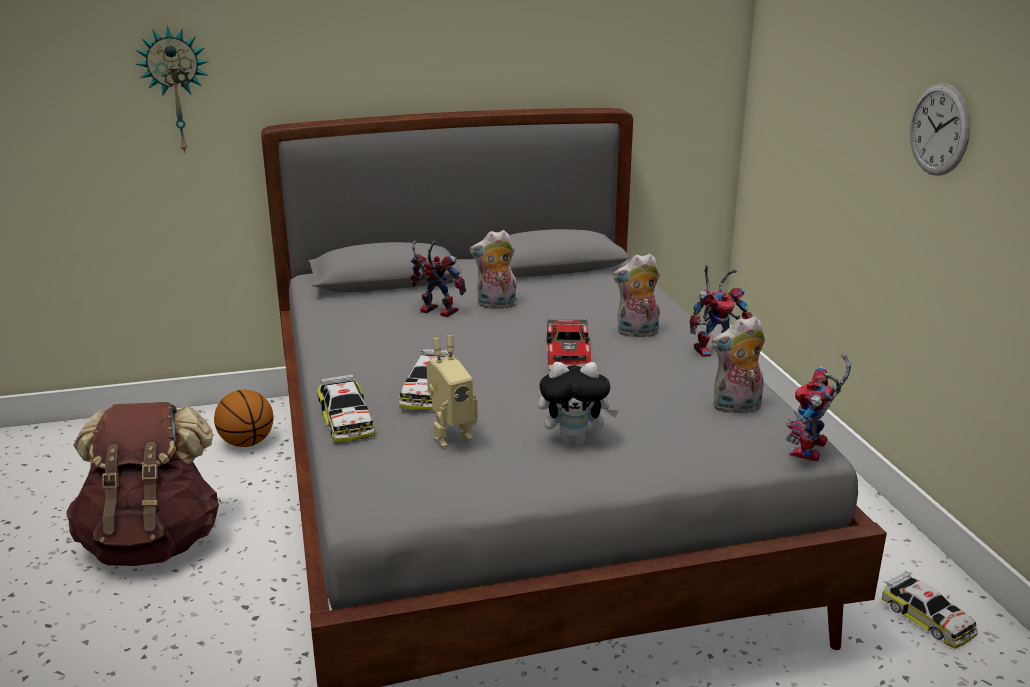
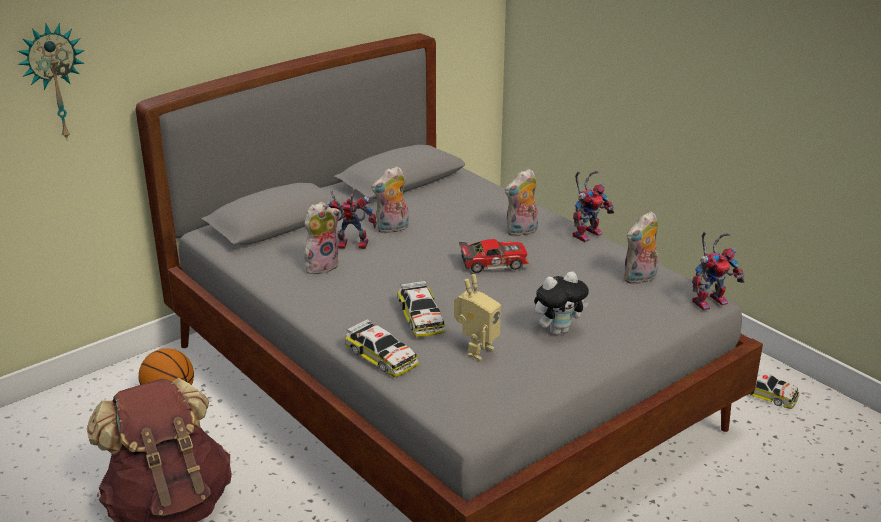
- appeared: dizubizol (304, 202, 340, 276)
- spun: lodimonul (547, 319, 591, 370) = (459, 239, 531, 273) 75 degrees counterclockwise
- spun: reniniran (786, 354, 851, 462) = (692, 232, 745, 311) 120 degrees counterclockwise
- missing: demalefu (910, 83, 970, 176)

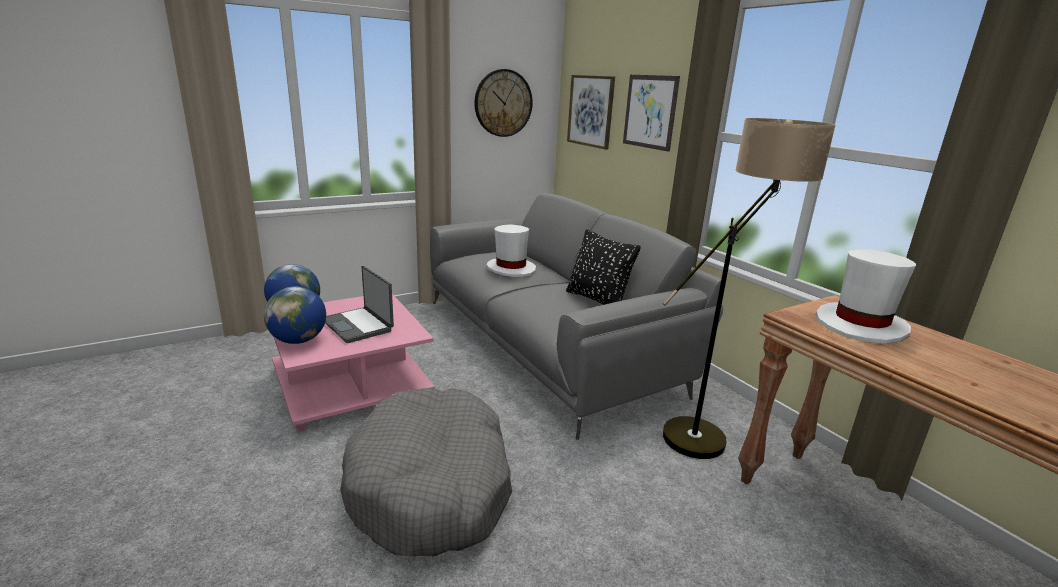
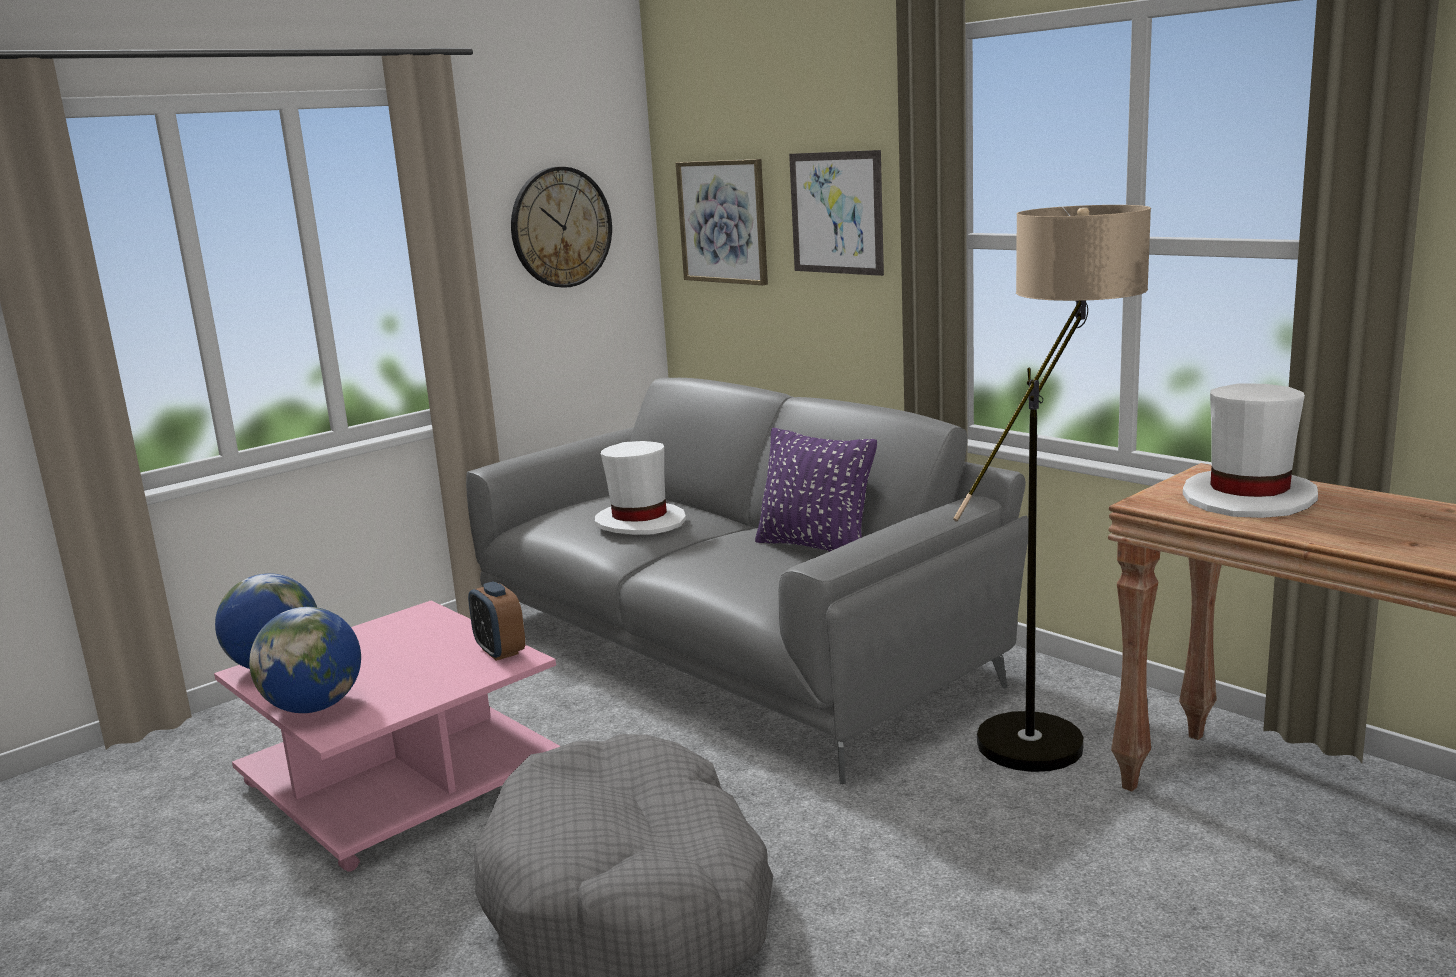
- appeared: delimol (468, 581, 525, 661)
- colour: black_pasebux (566, 229, 641, 305) to purple_pasebux (755, 428, 877, 551)
- missing: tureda (325, 266, 394, 343)

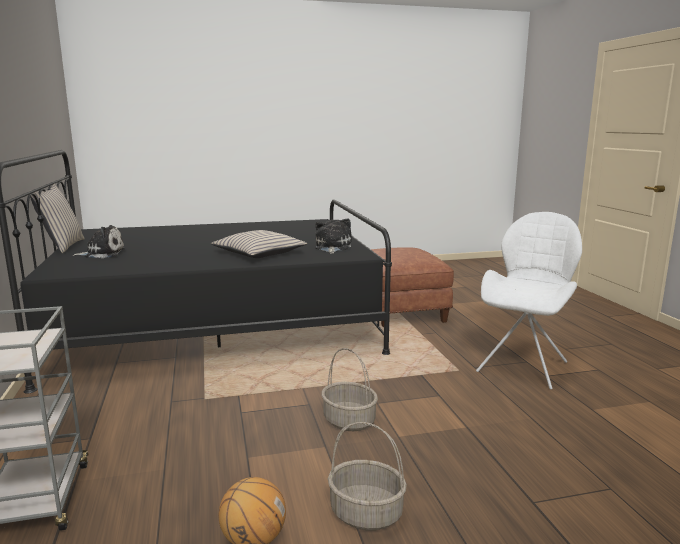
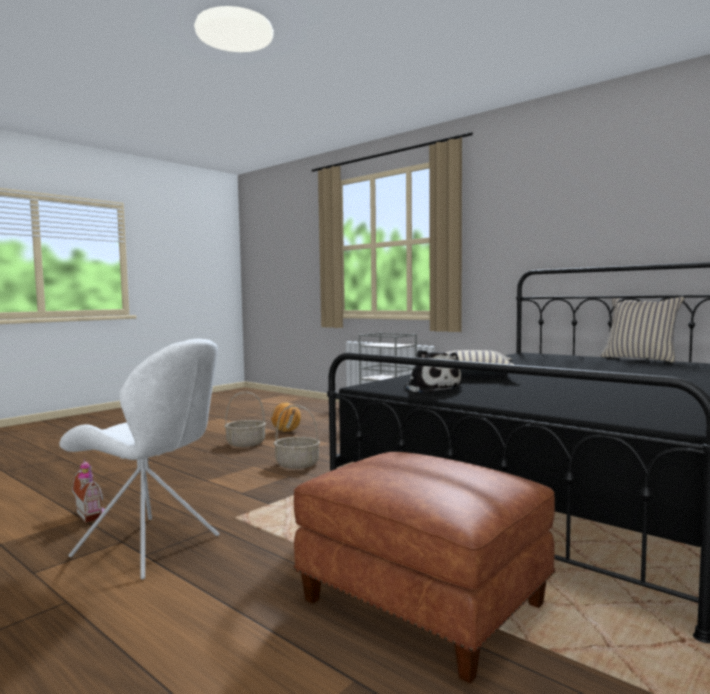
- spun: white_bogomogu (476, 212, 582, 390) = (59, 339, 219, 580) 60 degrees counterclockwise
- appeared: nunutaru (72, 458, 105, 523)
- missing: dizubizol (73, 225, 125, 258)

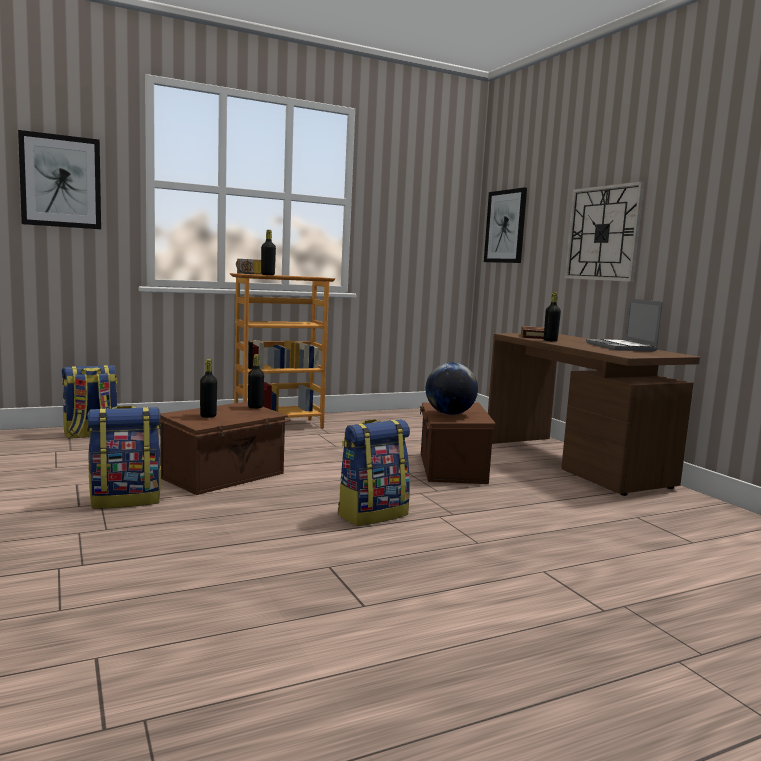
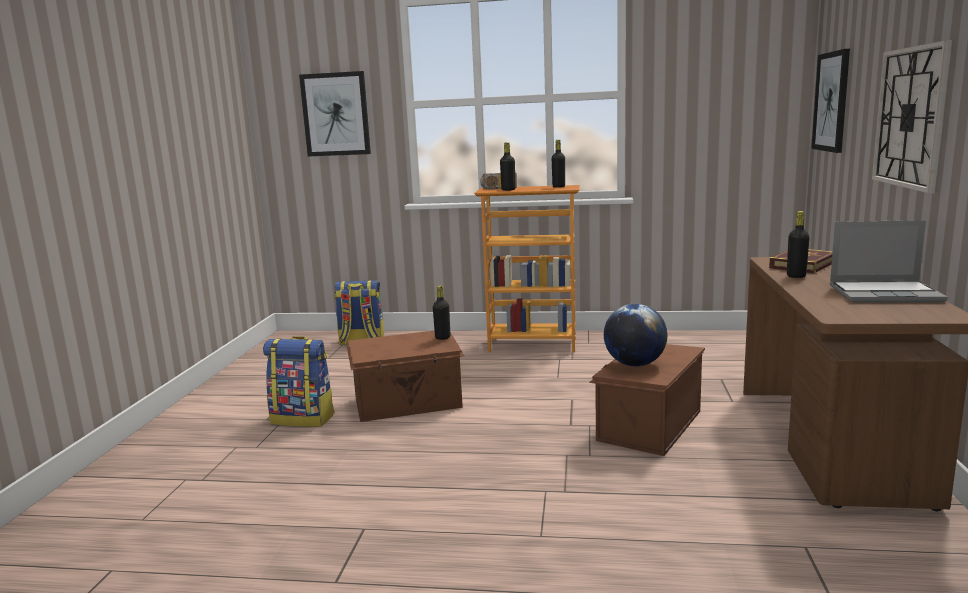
- relocated: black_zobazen (200, 359, 217, 418) to (552, 140, 565, 188)
- spun: tureda (586, 299, 663, 351) = (830, 220, 948, 303) 105 degrees counterclockwise
- missing: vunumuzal (338, 419, 410, 526)

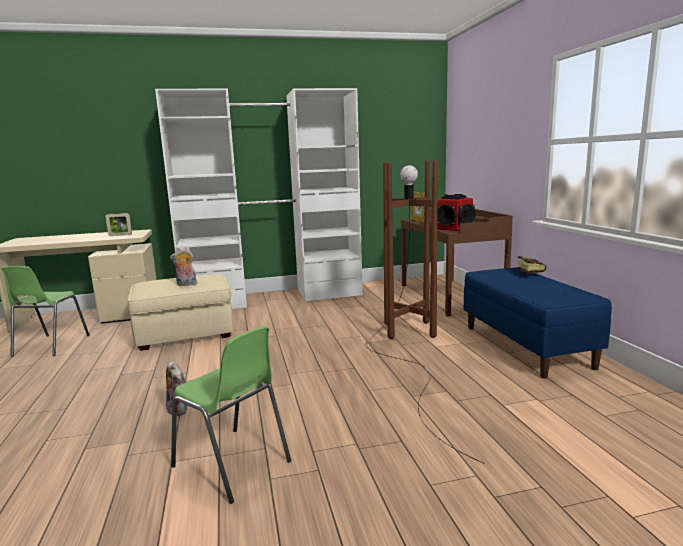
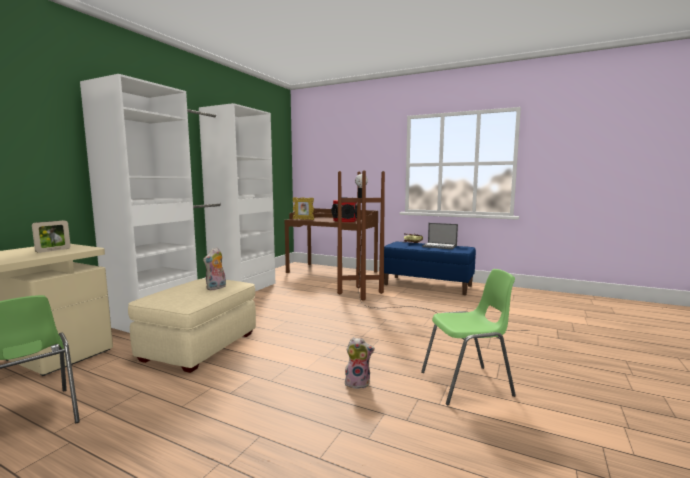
- appeared: tureda (422, 223, 458, 249)

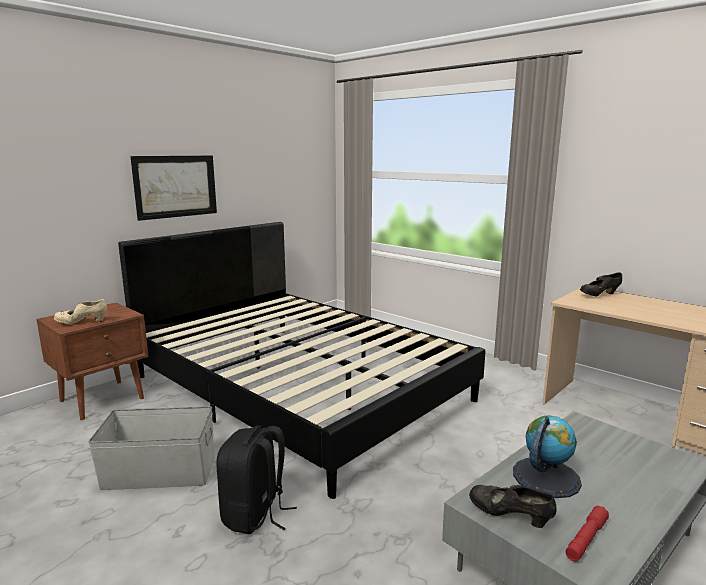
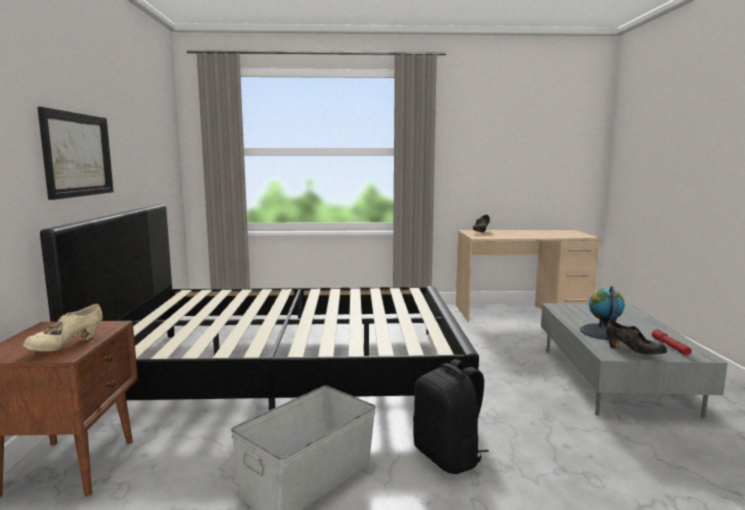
- spun: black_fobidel (469, 485, 557, 528) = (606, 320, 667, 354) 120 degrees counterclockwise

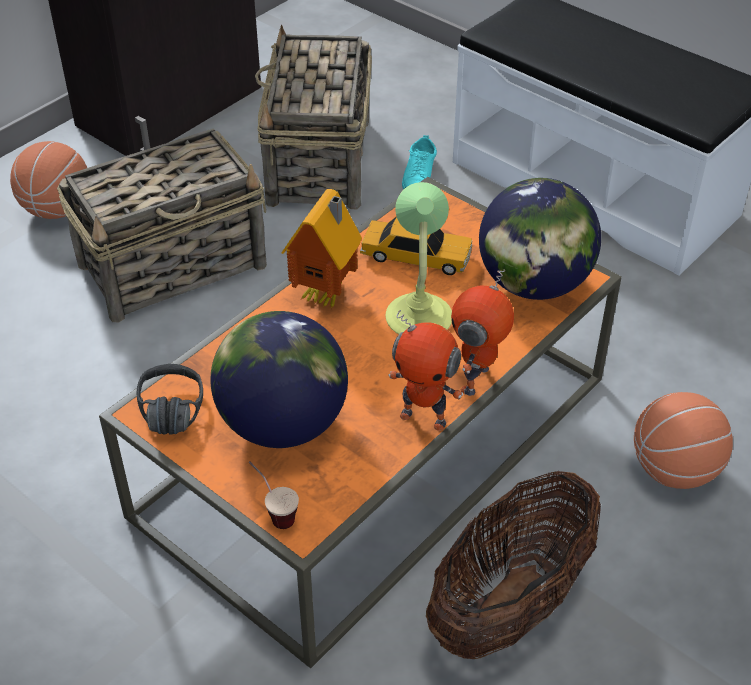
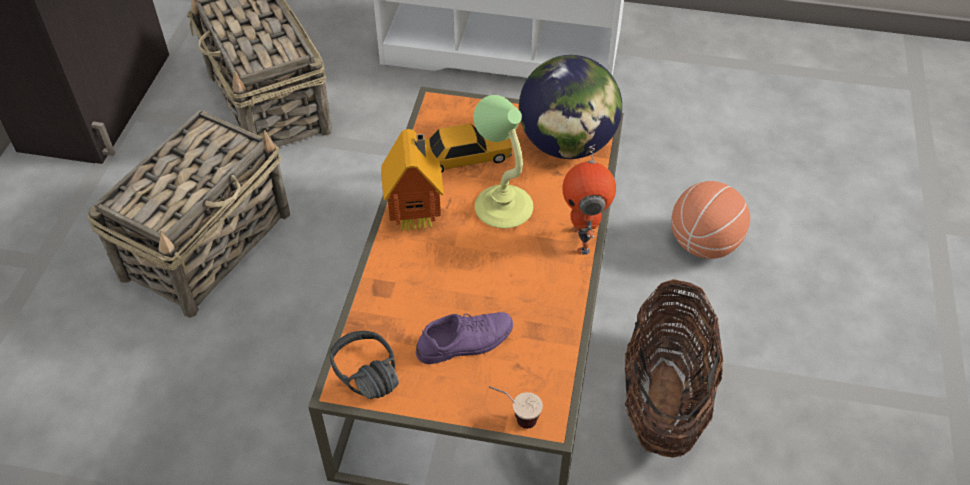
- exchanged: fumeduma (210, 311, 348, 448) to purple_fobidel (416, 312, 513, 364)
- missing: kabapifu (10, 141, 87, 219)
- missing: reniniran (388, 310, 463, 431)
- missing: turquoise_fobidel (402, 135, 437, 190)

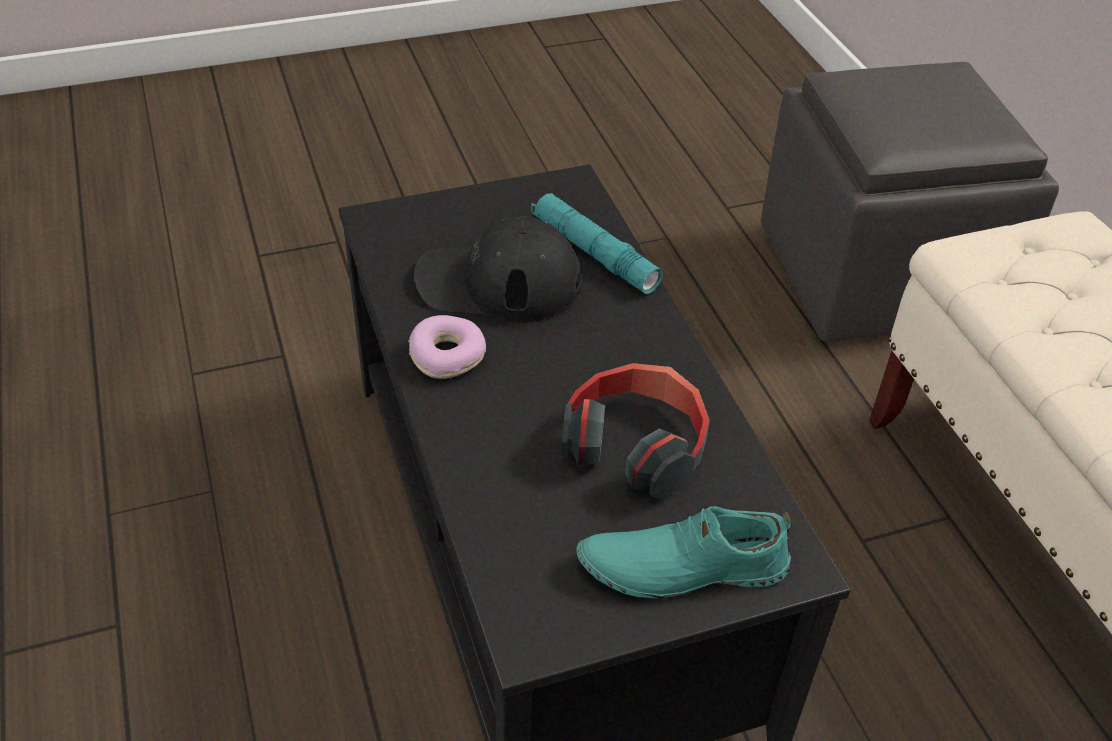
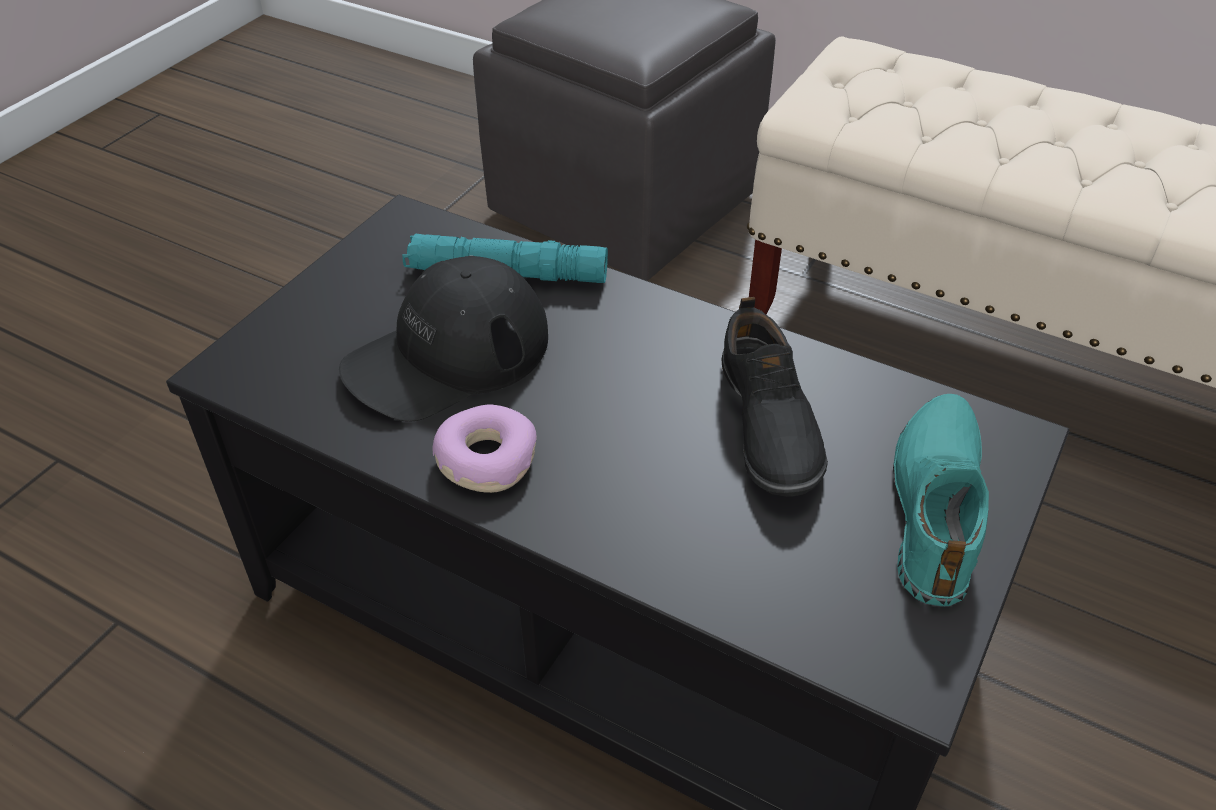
- exchanged: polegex (561, 363, 710, 499) to black_fobidel (721, 297, 828, 497)
- spun: turquoise_fobidel (577, 506, 792, 599) = (893, 394, 989, 606) 150 degrees clockwise

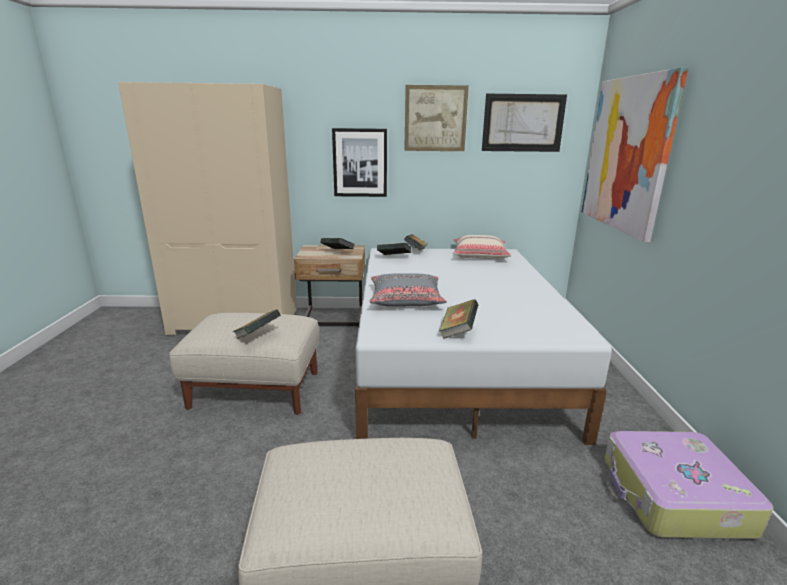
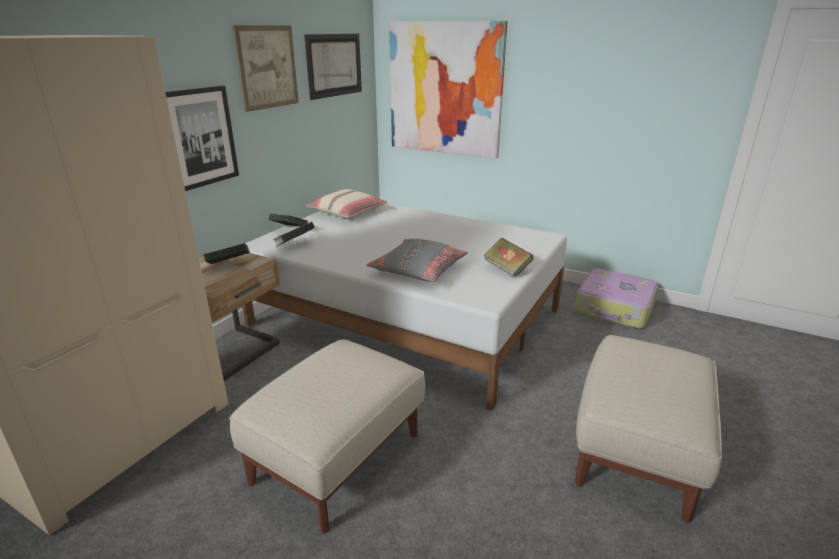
- missing: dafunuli (232, 309, 281, 339)

